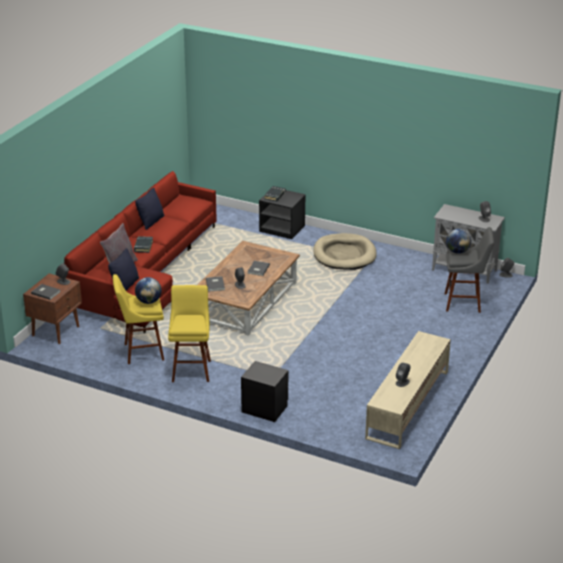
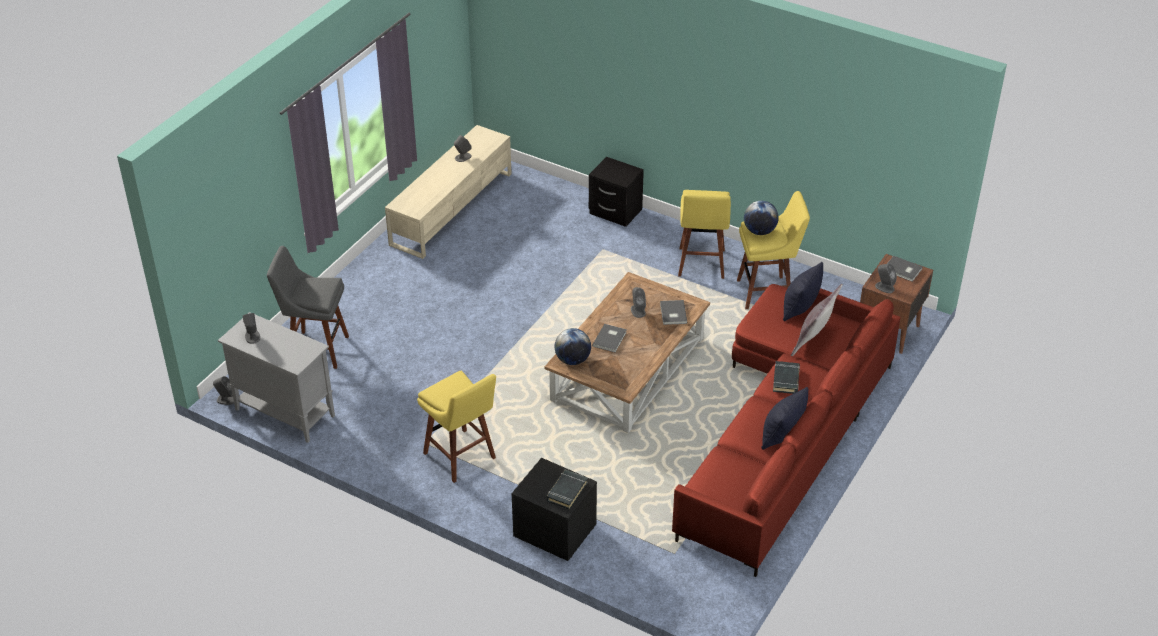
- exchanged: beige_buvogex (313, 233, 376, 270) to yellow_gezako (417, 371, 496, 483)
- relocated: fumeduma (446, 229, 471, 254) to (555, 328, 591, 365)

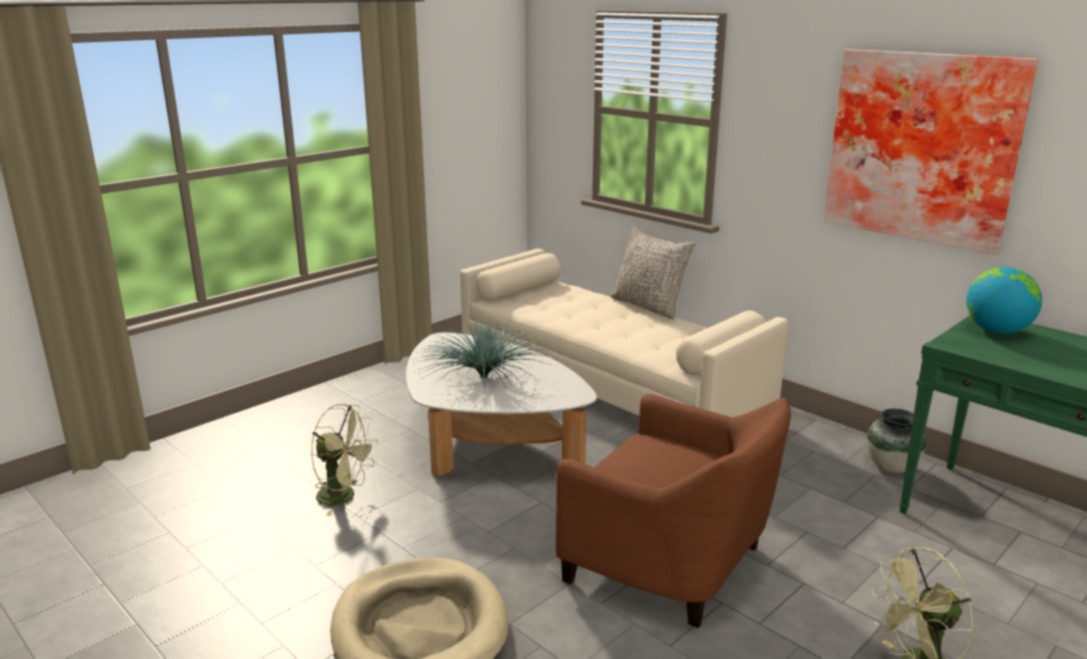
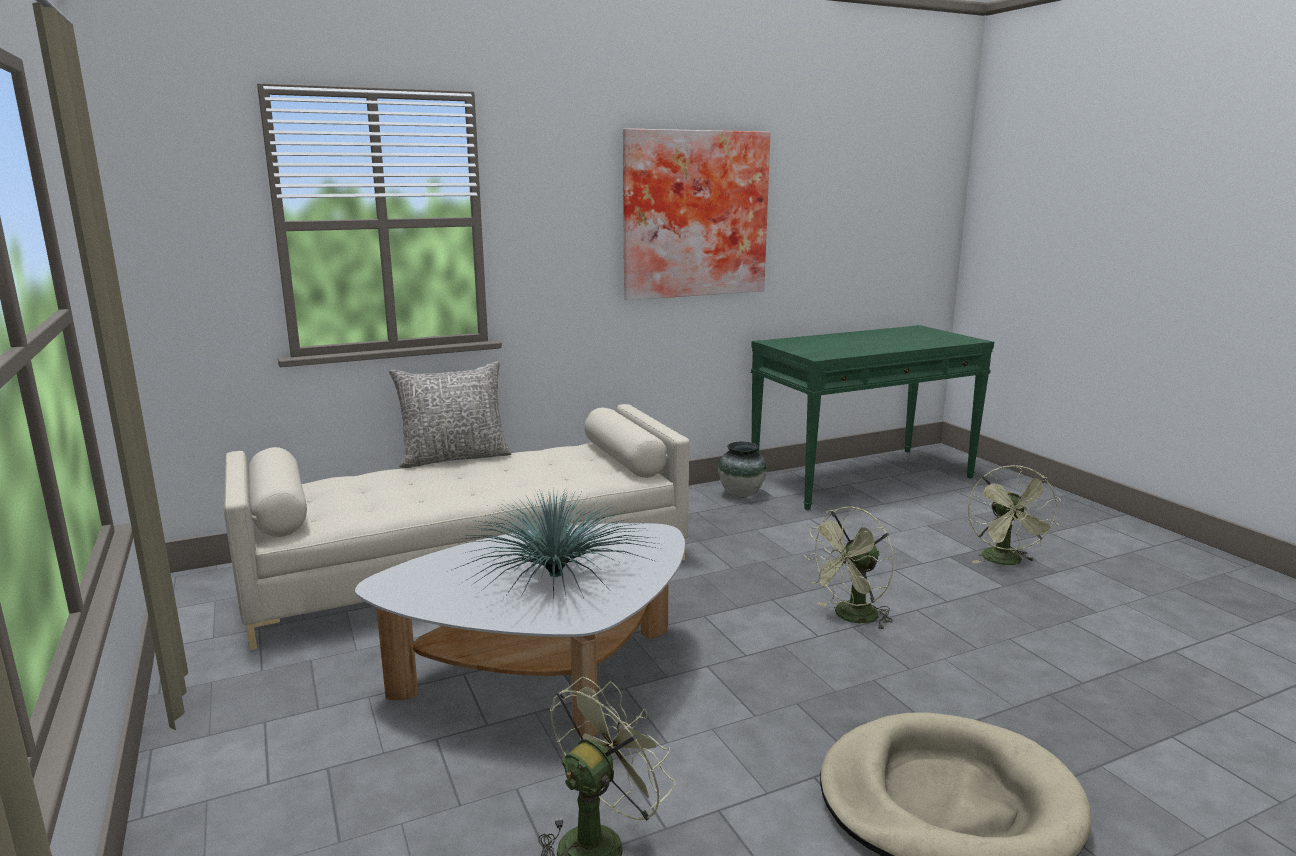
- exchanged: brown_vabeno (556, 394, 791, 628) to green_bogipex (804, 507, 894, 630)
- missing: fumeduma (966, 267, 1042, 334)

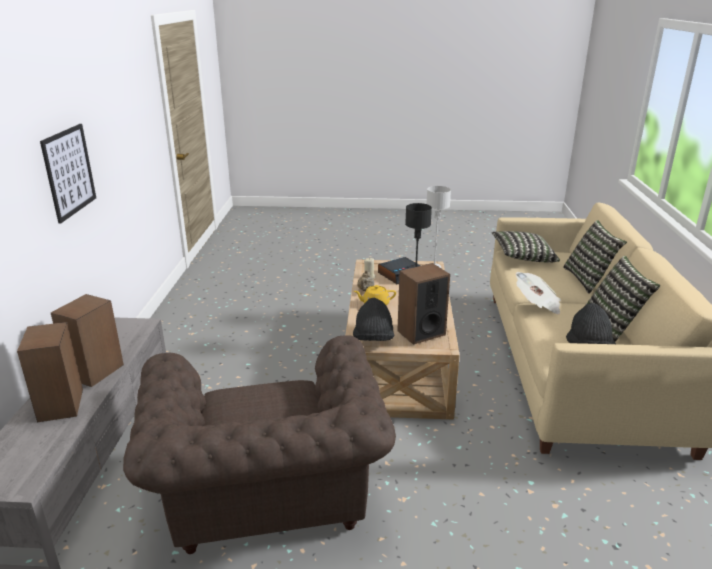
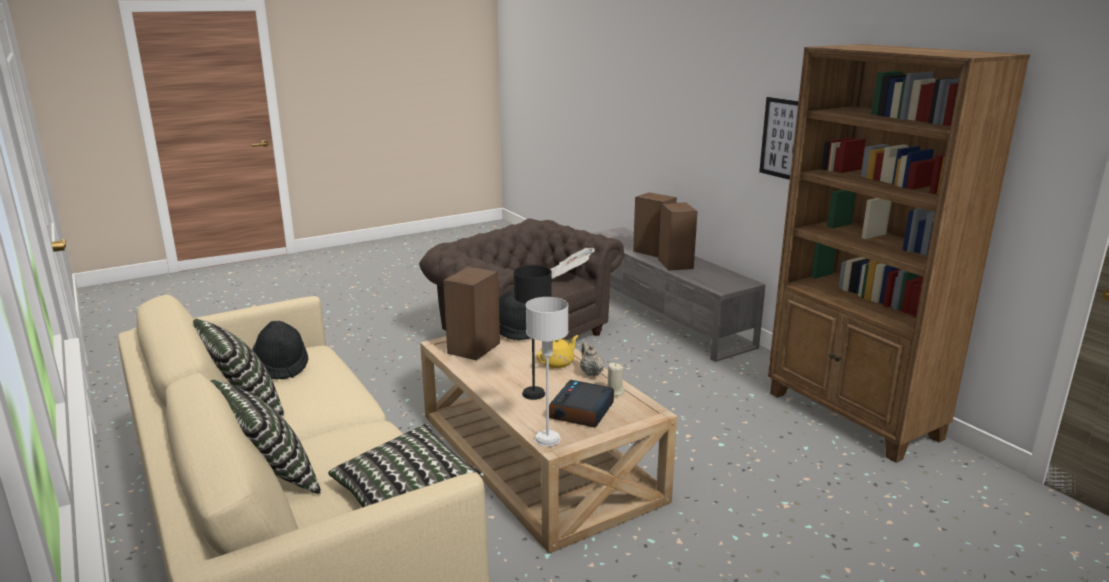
- relocated: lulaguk (516, 272, 561, 314) to (551, 248, 595, 279)
- appeared: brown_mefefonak (768, 44, 1030, 463)

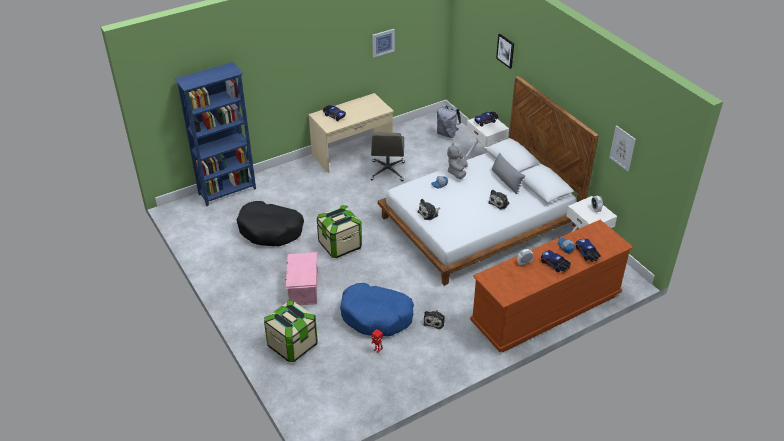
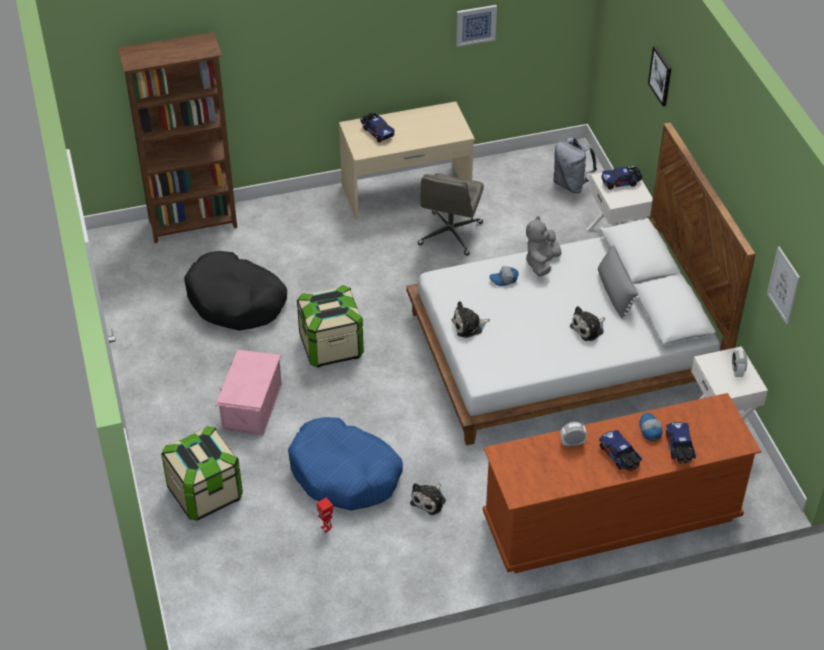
- colour: blue_mefefonak (175, 62, 256, 206) to brown_mefefonak (117, 32, 237, 243)

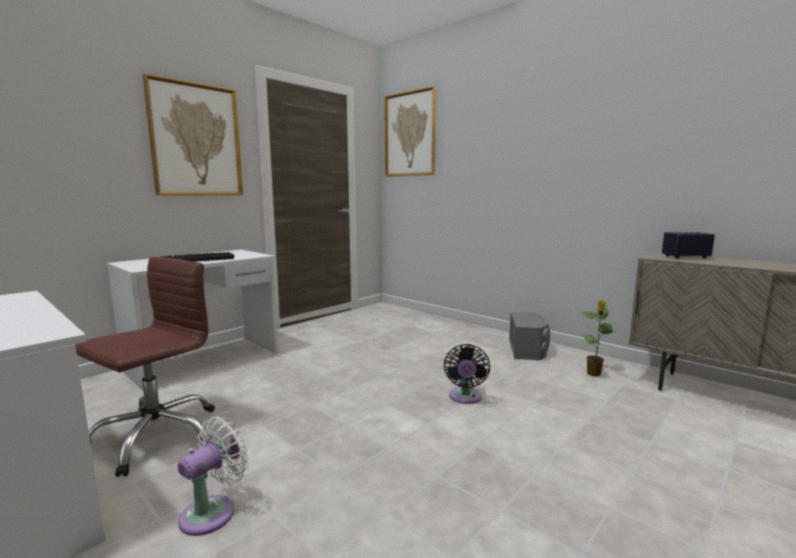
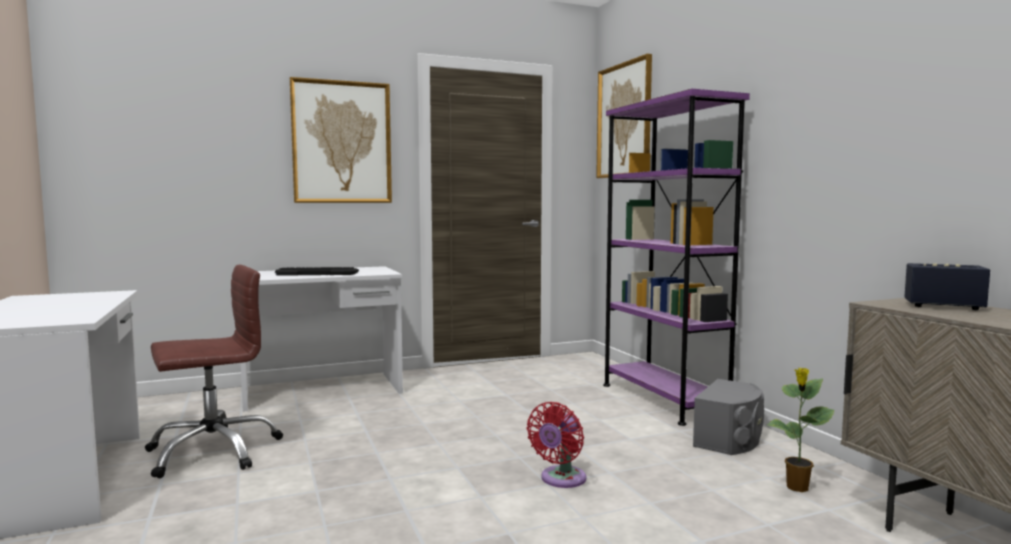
- colour: black_bogipex (444, 344, 490, 404) to red_bogipex (527, 402, 586, 488)
- appeared: purple_mefefonak (603, 89, 750, 426)
- missing: white_bogipex (178, 417, 248, 536)

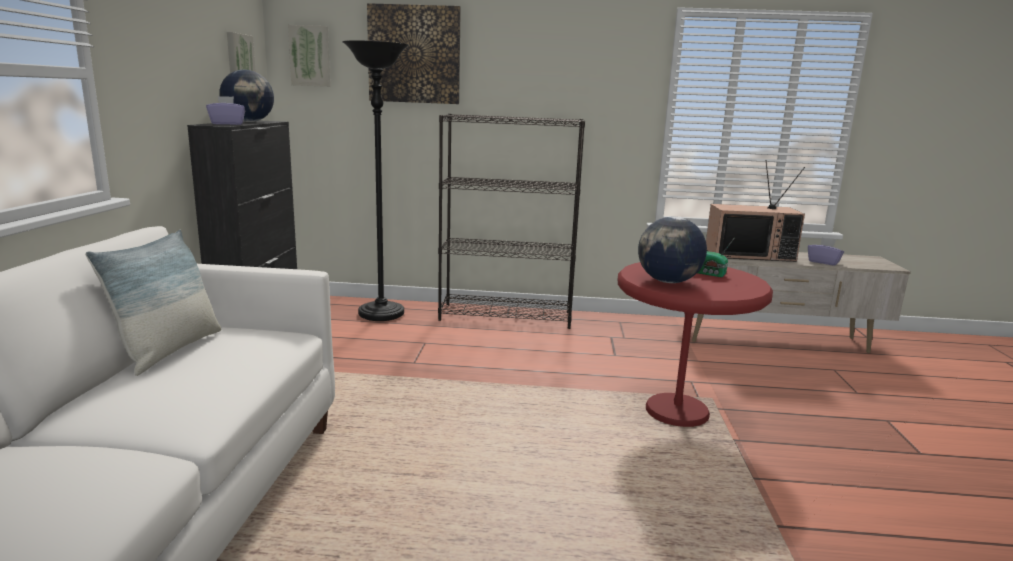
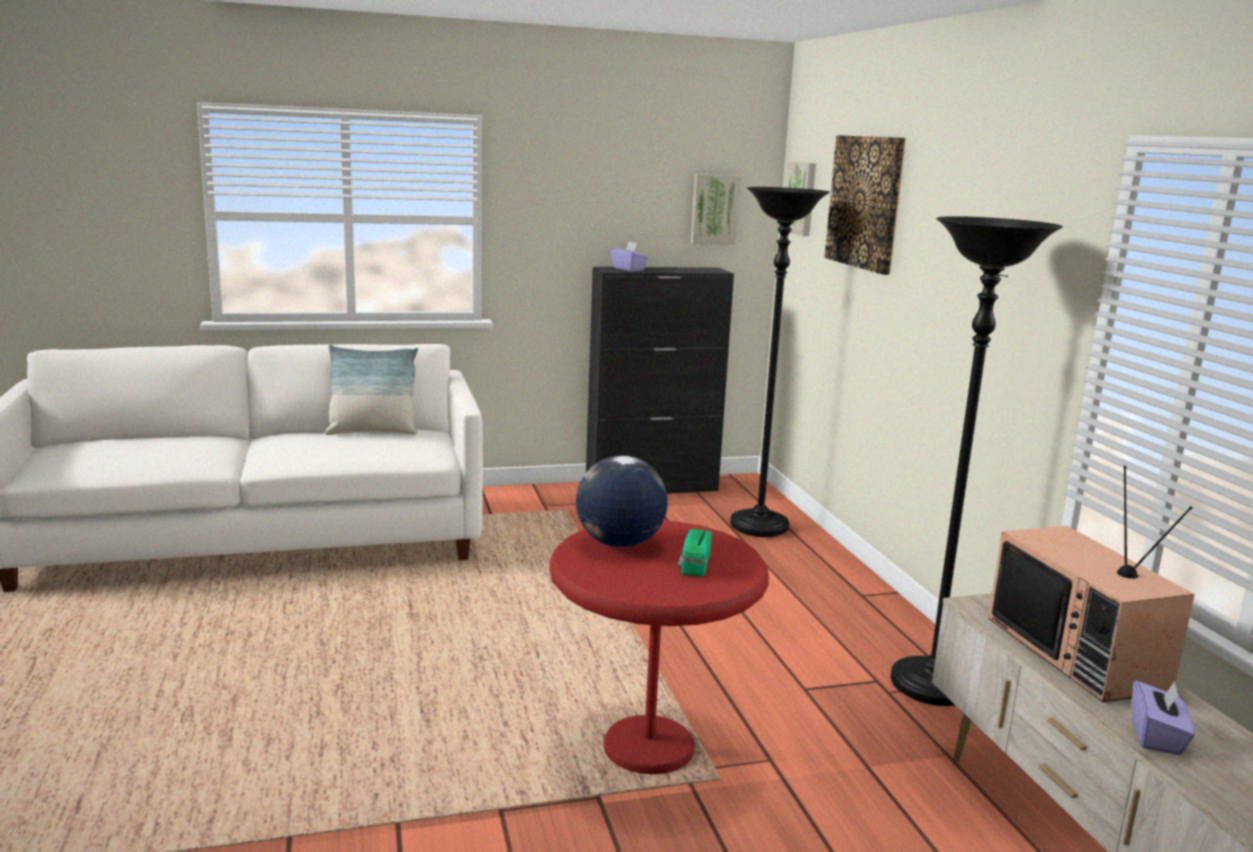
- appeared: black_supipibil (891, 216, 1063, 706)
- missing: fumeduma (219, 70, 274, 122)
- missing: black_mefefonak (438, 114, 585, 329)

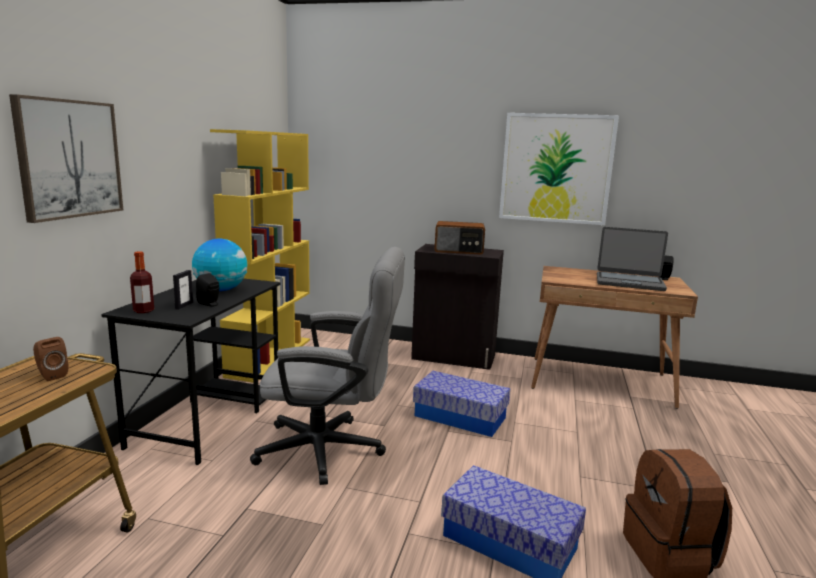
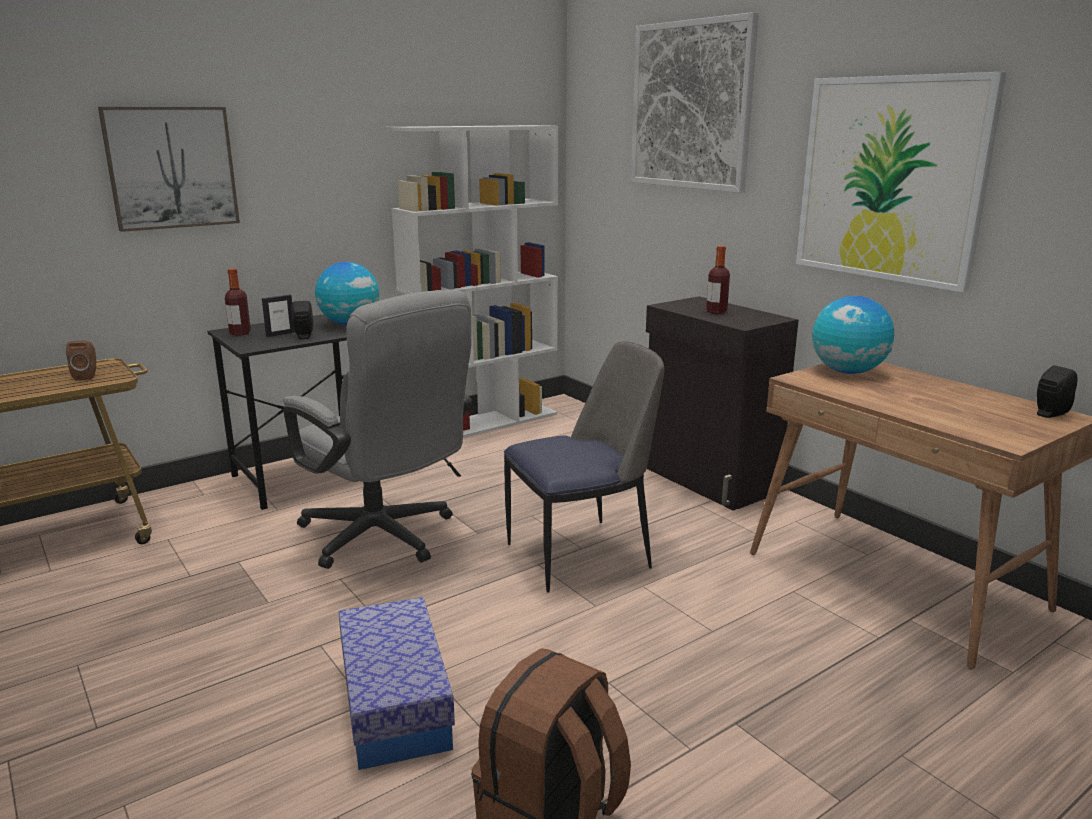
- colour: yellow_mefefonak (210, 129, 310, 383) to white_mefefonak (387, 125, 559, 438)
- exchanged: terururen (413, 371, 510, 437) to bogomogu (504, 341, 665, 592)
- appeared: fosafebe (631, 12, 759, 193)
- exchanged: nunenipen (435, 221, 485, 255) to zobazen (706, 246, 730, 314)
- appeared: fumeduma (812, 296, 894, 374)
- missing: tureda (597, 227, 668, 291)

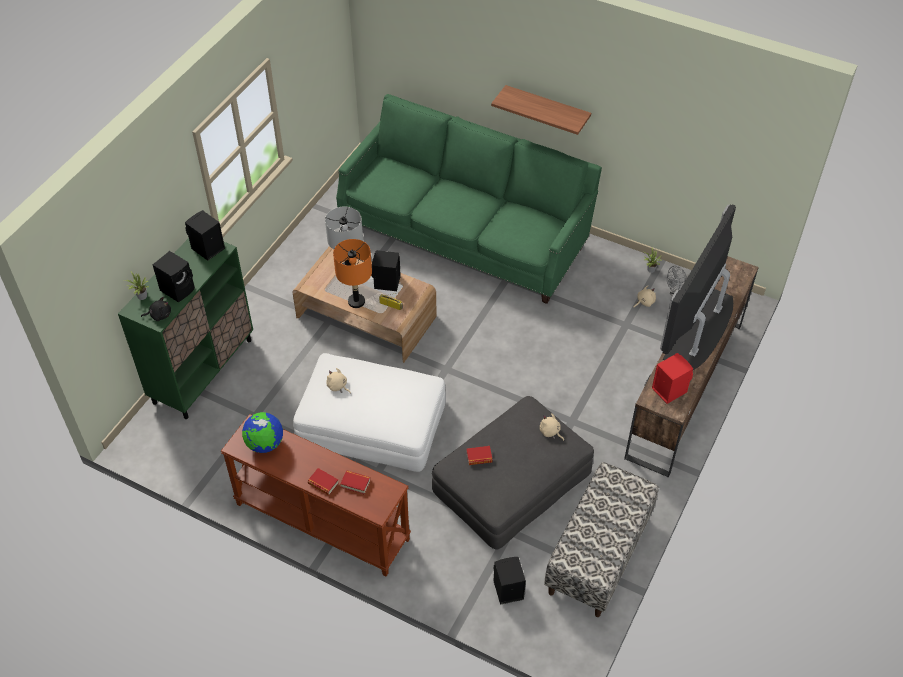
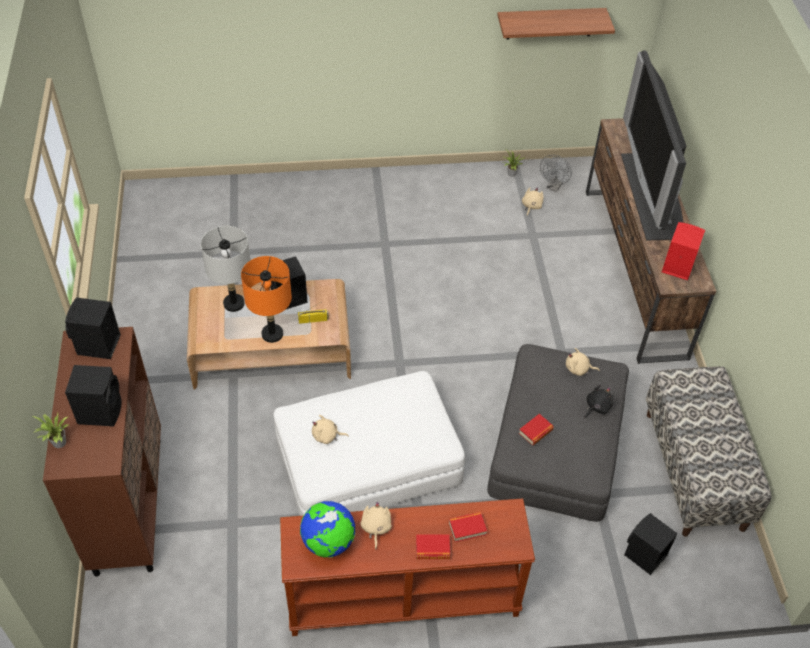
- colour: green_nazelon (118, 238, 253, 419) to brown_nazelon (43, 327, 161, 577)
- appeared: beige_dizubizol (360, 502, 392, 549)
- relocated: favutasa (491, 85, 591, 135) to (497, 8, 615, 40)
- relocated: black_dizubizol (141, 297, 171, 321) to (584, 385, 613, 418)
- missing: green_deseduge (336, 94, 602, 304)

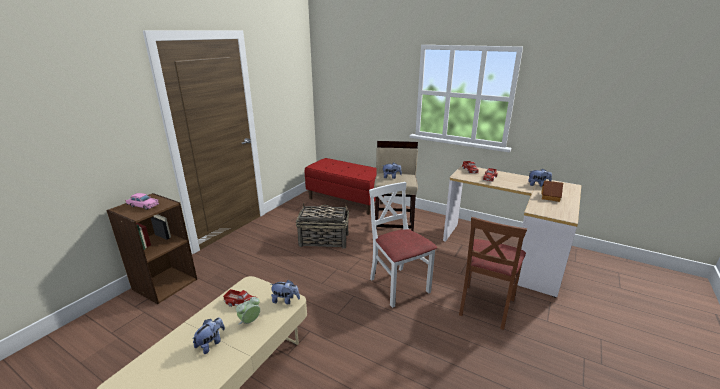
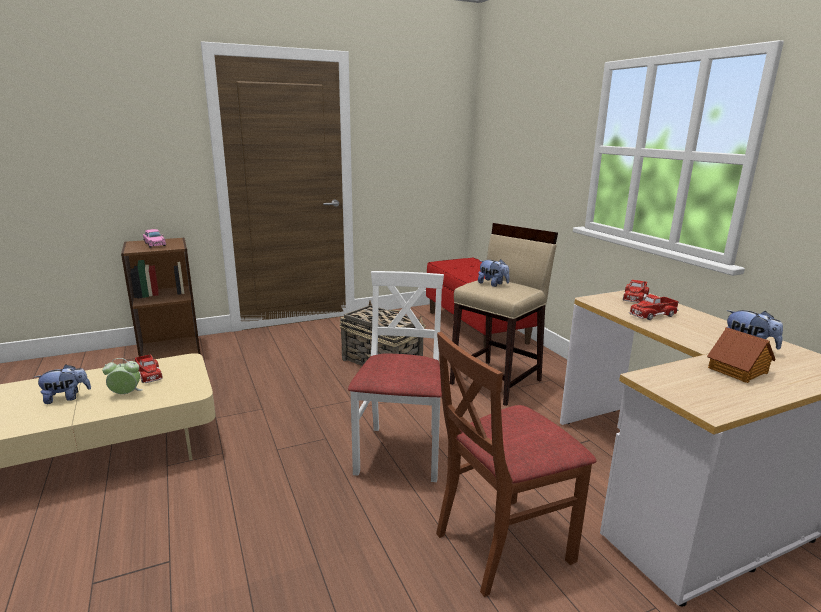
- missing: dizubizol (270, 279, 300, 304)

